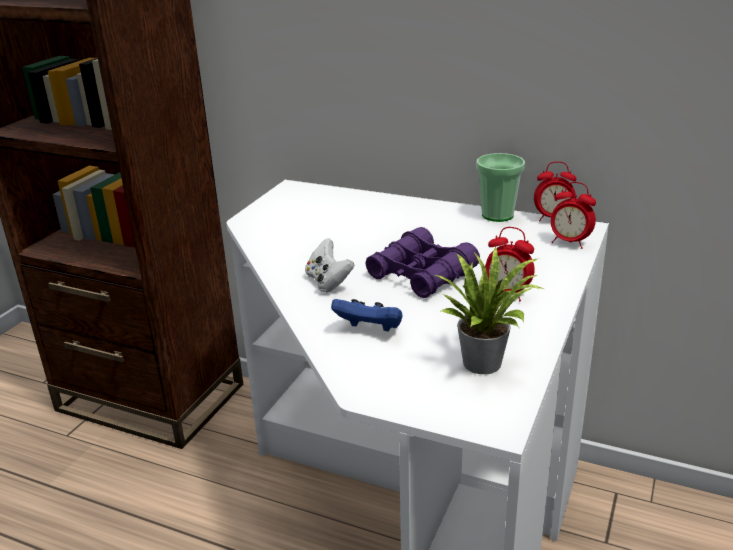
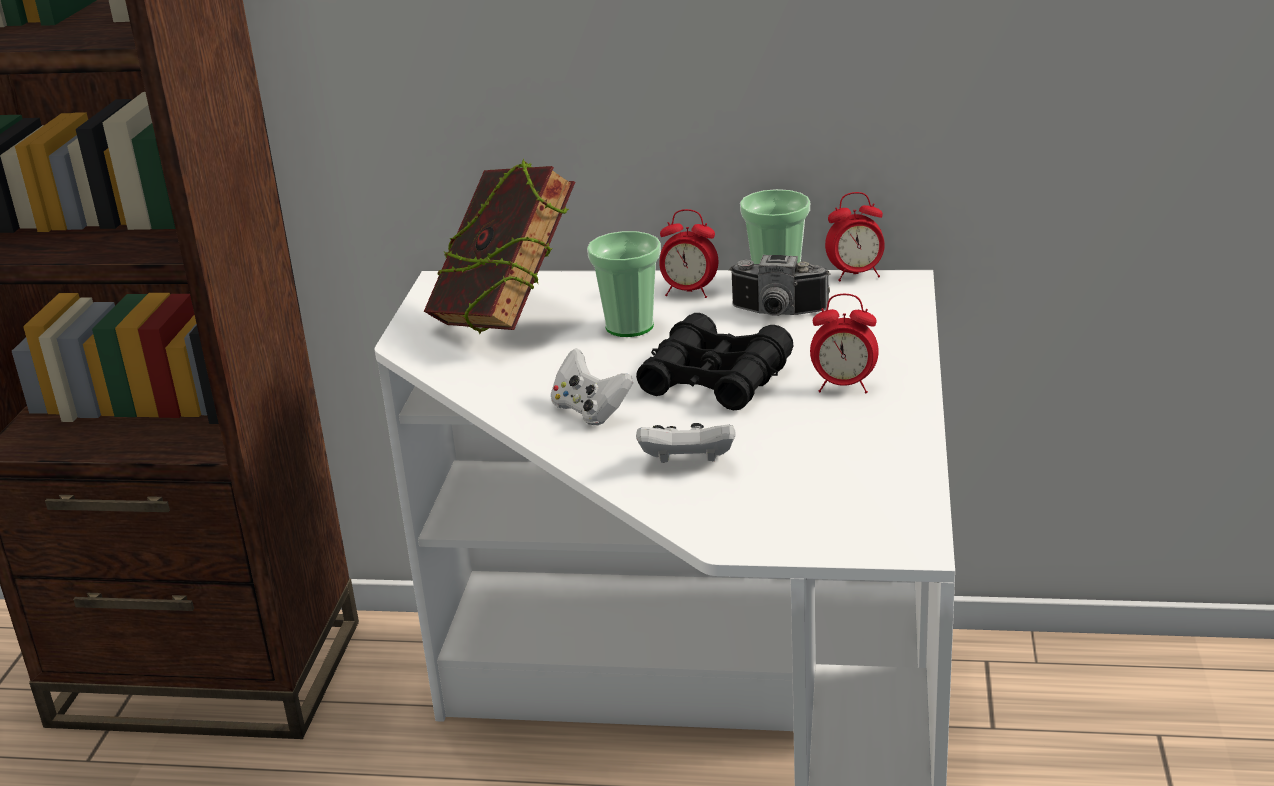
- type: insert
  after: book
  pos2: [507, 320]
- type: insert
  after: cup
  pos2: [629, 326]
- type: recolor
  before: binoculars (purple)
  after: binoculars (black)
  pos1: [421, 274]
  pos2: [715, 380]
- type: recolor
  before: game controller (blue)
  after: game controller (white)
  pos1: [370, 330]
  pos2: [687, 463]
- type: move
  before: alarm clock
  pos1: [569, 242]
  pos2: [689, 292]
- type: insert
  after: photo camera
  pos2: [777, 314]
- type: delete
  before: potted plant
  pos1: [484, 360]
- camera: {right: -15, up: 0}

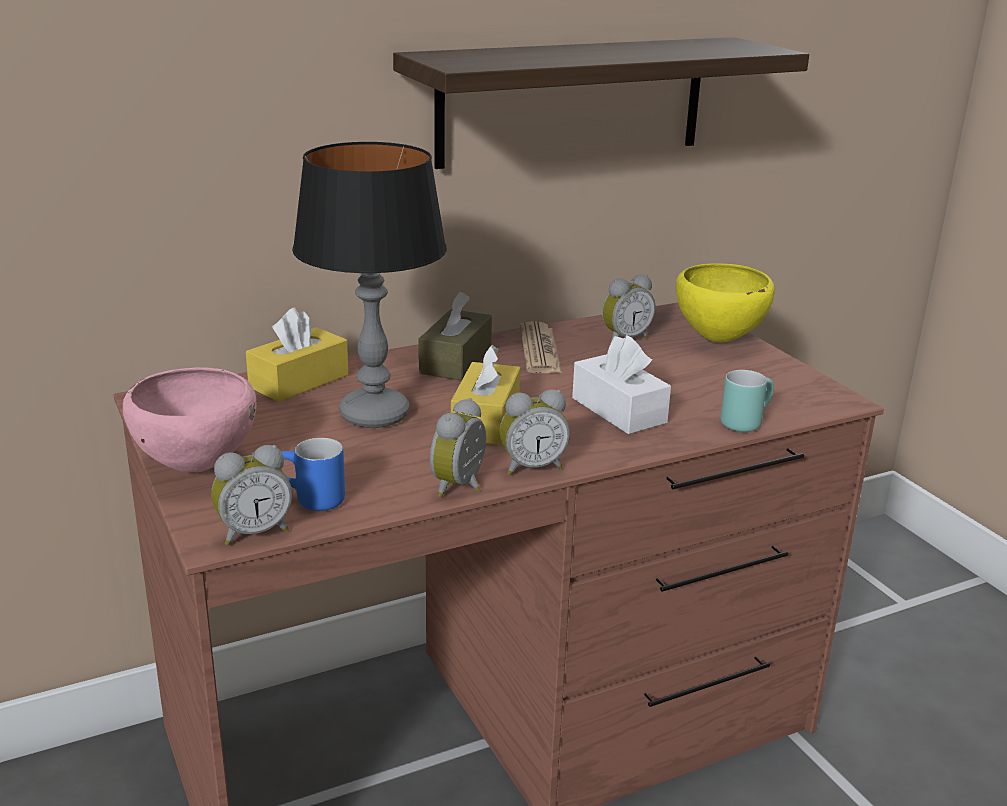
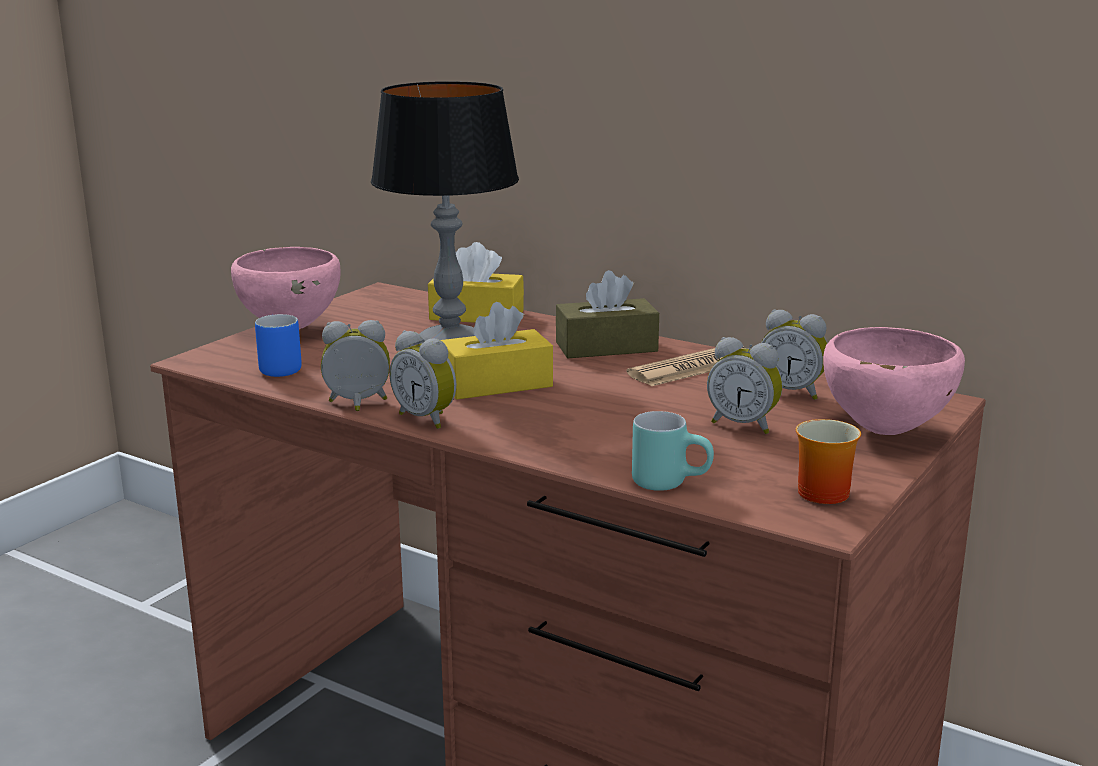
- type: move
  before: alarm clock
  pos1: [253, 532]
  pos2: [744, 425]
- type: insert
  after: mug
  pos2: [821, 490]
- type: recolor
  before: bowl (yellow)
  after: bowl (pink)
  pos1: [719, 340]
  pos2: [885, 432]
- type: delete
  before: shelf
  pos1: [573, 101]
- type: delete
  before: tissue box (white)
  pos1: [618, 410]
- camera: {right: 60, up: -5}

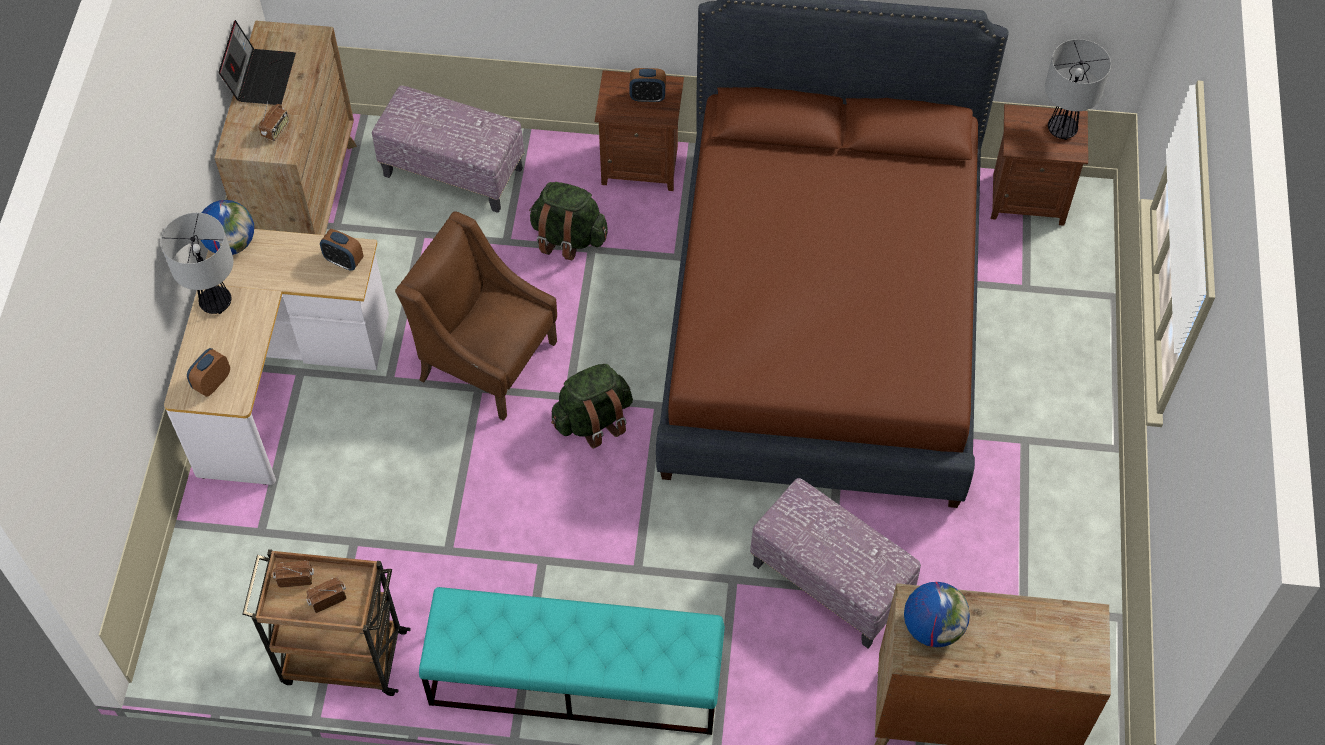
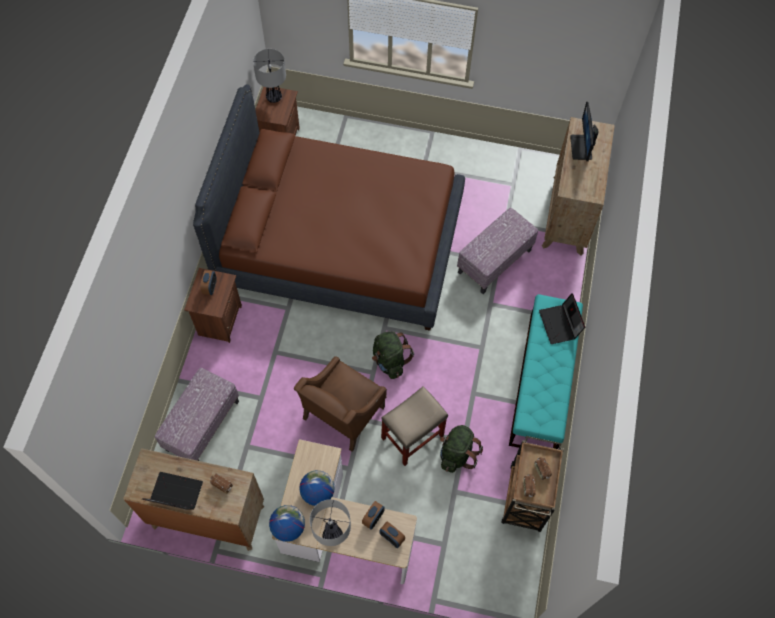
- type: move
  before: globe
  pos1: [932, 627]
  pos2: [317, 492]
- type: move
  before: alarm clock
  pos1: [344, 261]
  pos2: [373, 518]
- type: insert
  after: stool (beige)
  pos2: [413, 436]
- type: move
  before: backpack (green)
  pos1: [568, 237]
  pos2: [457, 454]
- type: insert
  after: laptop
  pos2: [560, 325]
- type: insert
  after: monitor
  pos2: [581, 147]
- camera: {right: -85, up: 5}

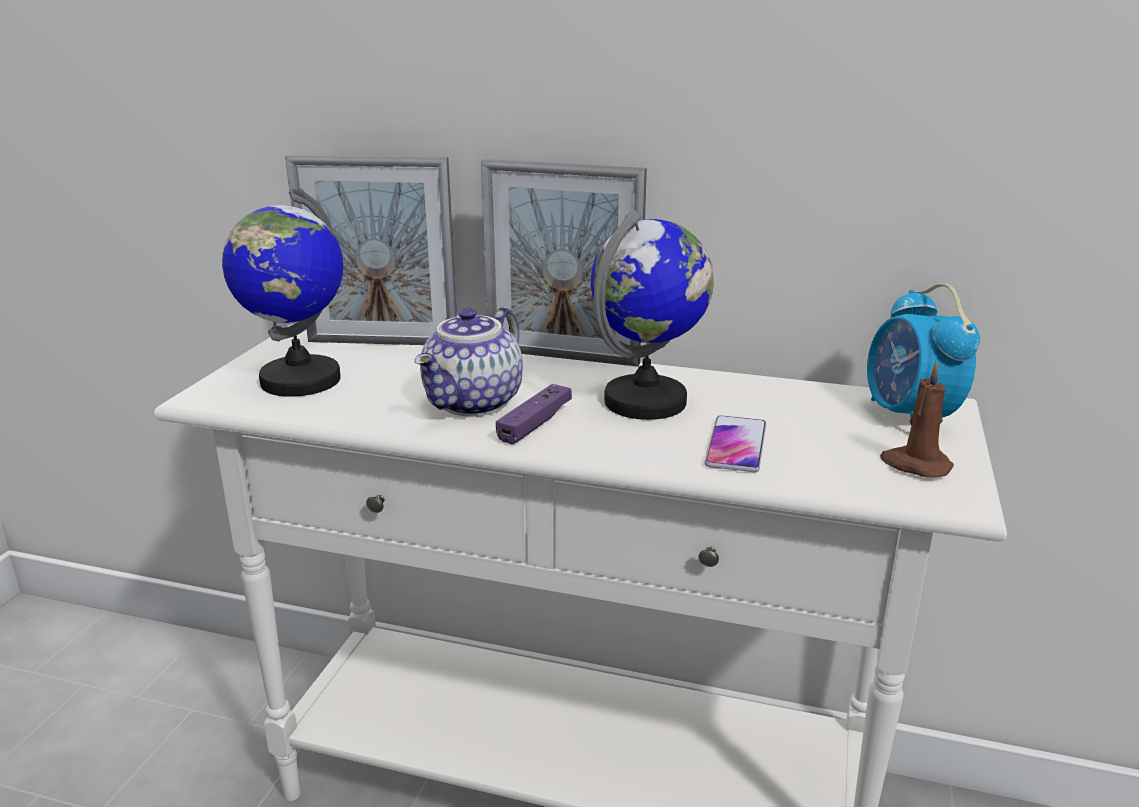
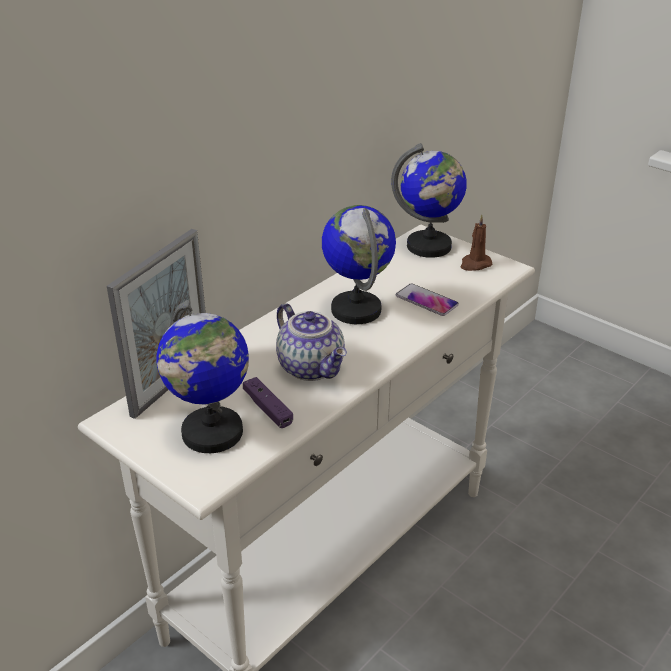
- type: move
  before: game controller (purple)
  pos1: [535, 423]
  pos2: [267, 408]
- type: replace
  before: alarm clock
  after: globe
  pos1: [909, 417]
  pos2: [429, 247]
- type: delete
  before: picture frame
  pos1: [562, 356]
- camera: {right: -65, up: 10}

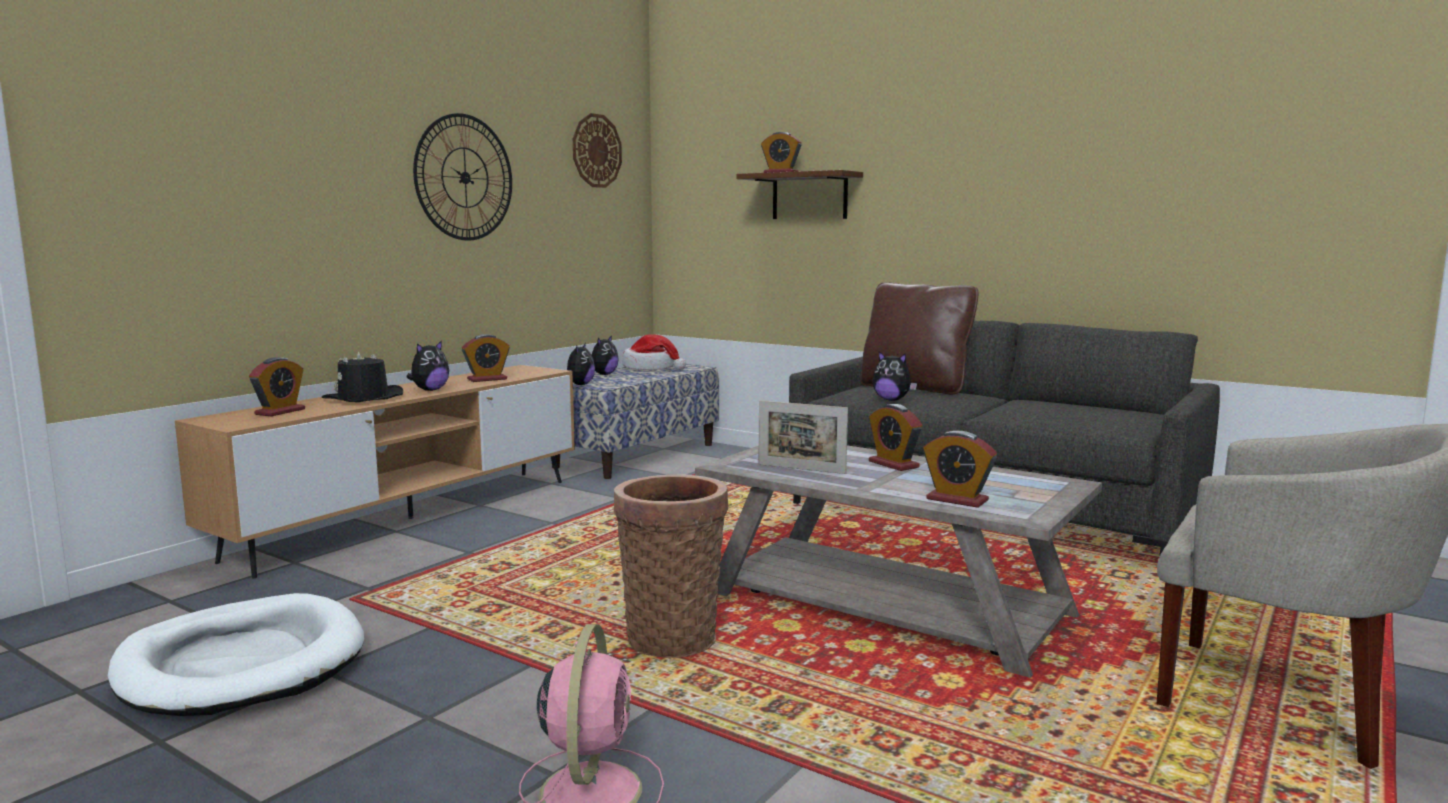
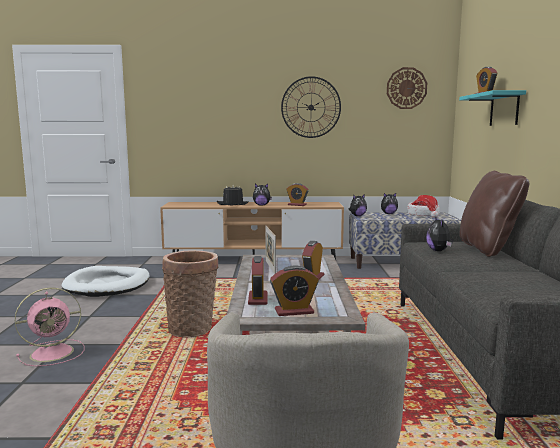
- type: move
  before: alarm clock
  pos1: [280, 412]
  pos2: [294, 311]
- type: recolor
  before: shelf (brown)
  after: shelf (turquoise)
  pos1: [809, 196]
  pos2: [504, 109]
- camera: {right: 55, up: 0}

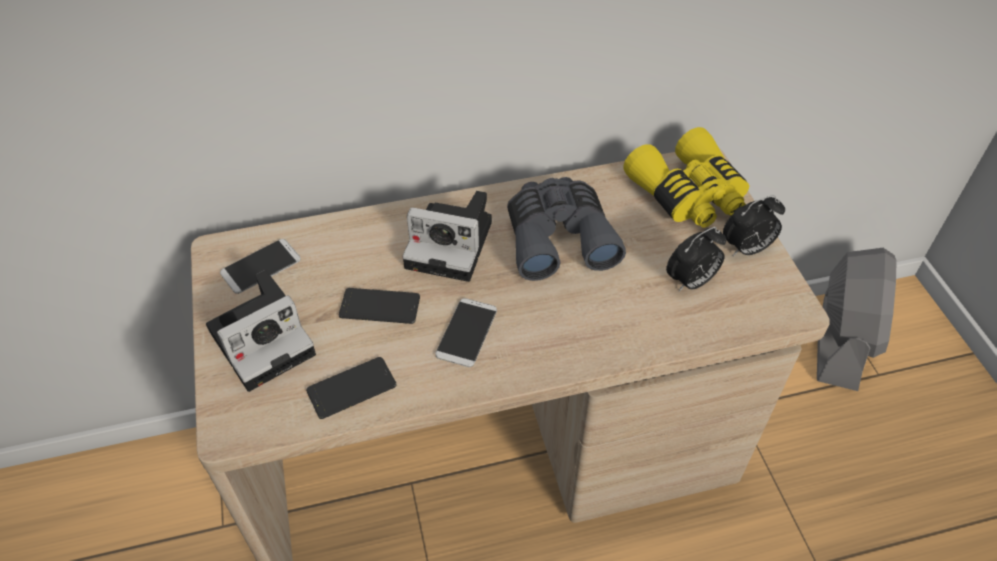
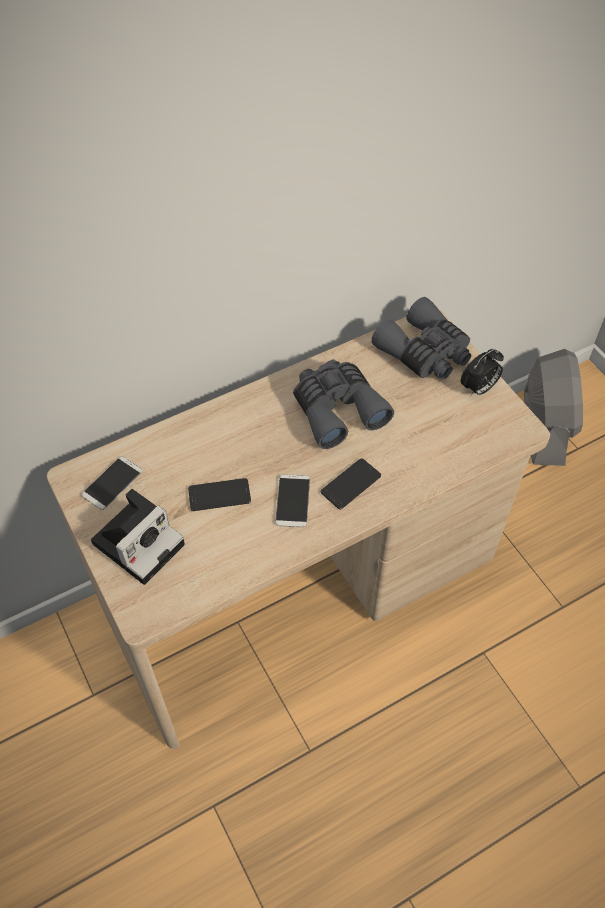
- type: move
  before: phone
  pos1: [351, 388]
  pos2: [350, 484]
- type: recolor
  before: binoculars (yellow)
  after: binoculars (grey)
  pos1: [689, 195]
  pos2: [425, 352]
- type: delete
  before: photo camera
  pos1: [453, 244]
- type: delete
  before: alarm clock
  pos1: [690, 282]
- camera: {right: -15, up: 5}

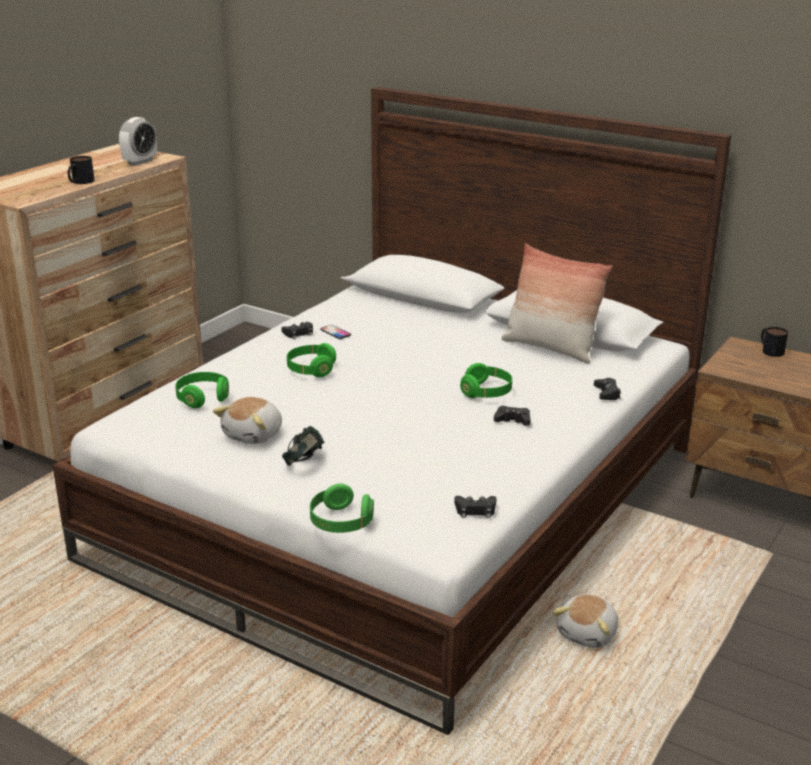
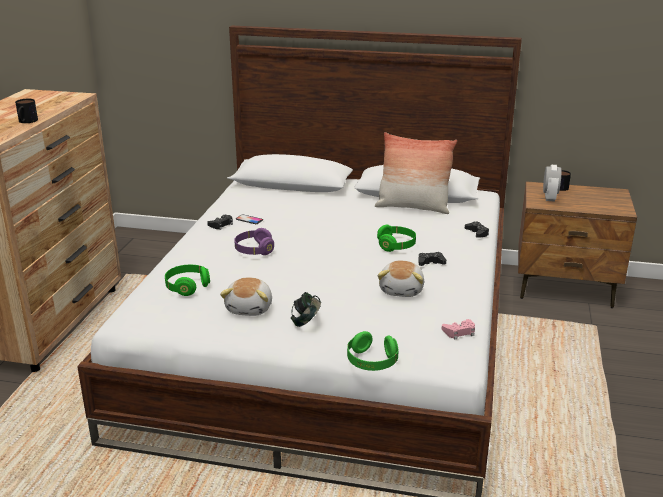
- type: recolor
  before: headphones (green)
  after: headphones (purple)
  pos1: [311, 369]
  pos2: [254, 250]
- type: move
  before: plush toy
  pos1: [588, 634]
  pos2: [402, 290]
- type: recolor
  before: game controller (black)
  after: game controller (pink)
  pos1: [475, 510]
  pos2: [459, 332]
- type: move
  before: alarm clock
  pos1: [140, 162]
  pos2: [549, 197]
- camera: {right: -20, up: 0}

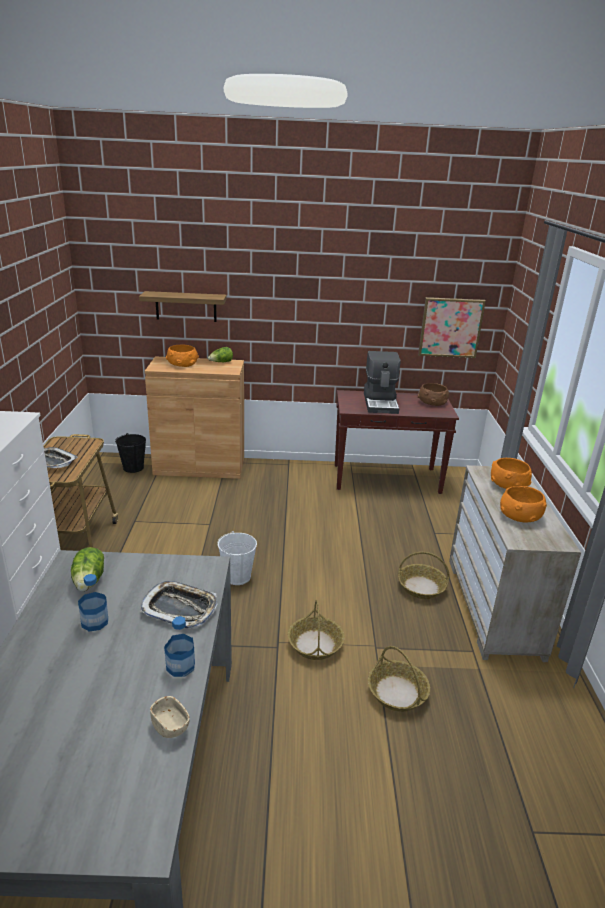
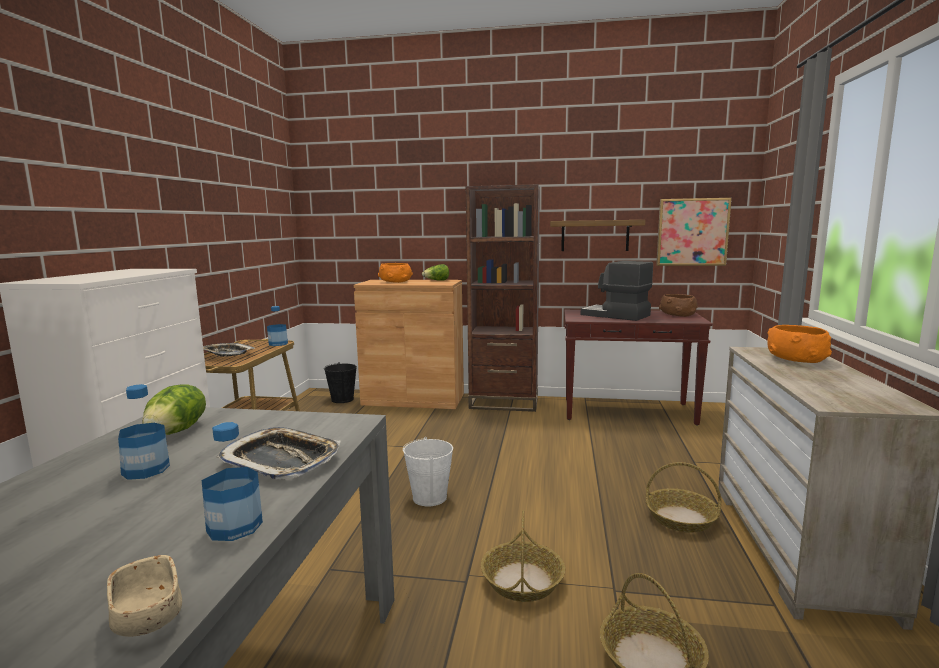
- type: insert
  after: bottle
  pos2: [278, 344]
- type: insert
  after: bookcase (brown)
  pos2: [504, 402]
- type: move
  before: shelf
  pos1: [186, 306]
  pos2: [595, 235]
- type: rotate
  before: coffee machine
  pos1: [381, 403]
  pos2: [615, 315]
  turn: 120
- type: delete
  before: bowl (orange)
  pos1: [520, 515]
- camera: {right: 10, up: -15}

